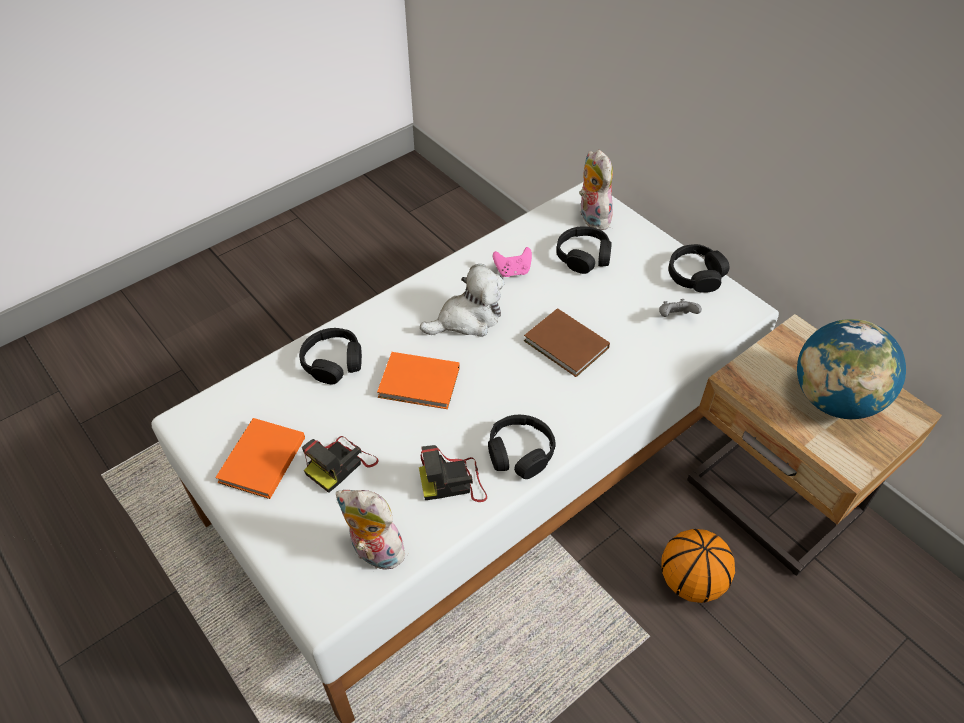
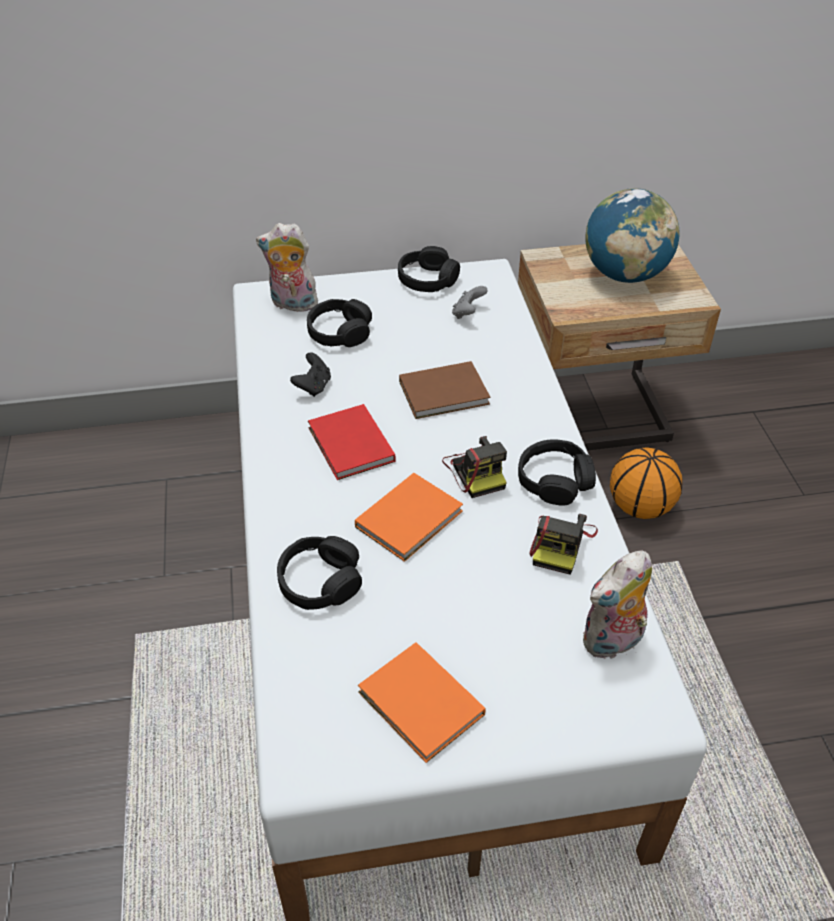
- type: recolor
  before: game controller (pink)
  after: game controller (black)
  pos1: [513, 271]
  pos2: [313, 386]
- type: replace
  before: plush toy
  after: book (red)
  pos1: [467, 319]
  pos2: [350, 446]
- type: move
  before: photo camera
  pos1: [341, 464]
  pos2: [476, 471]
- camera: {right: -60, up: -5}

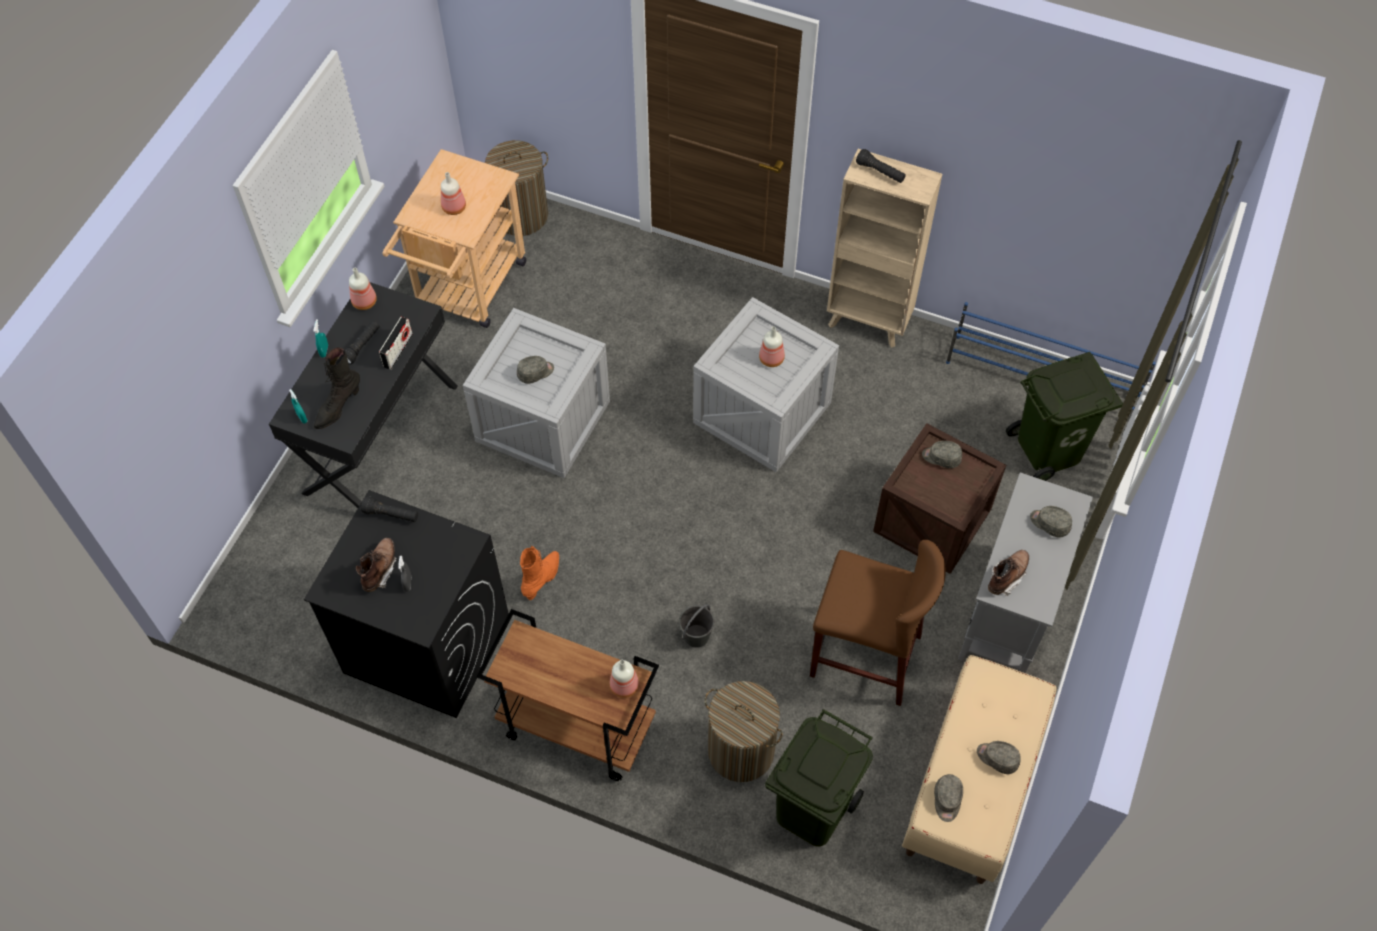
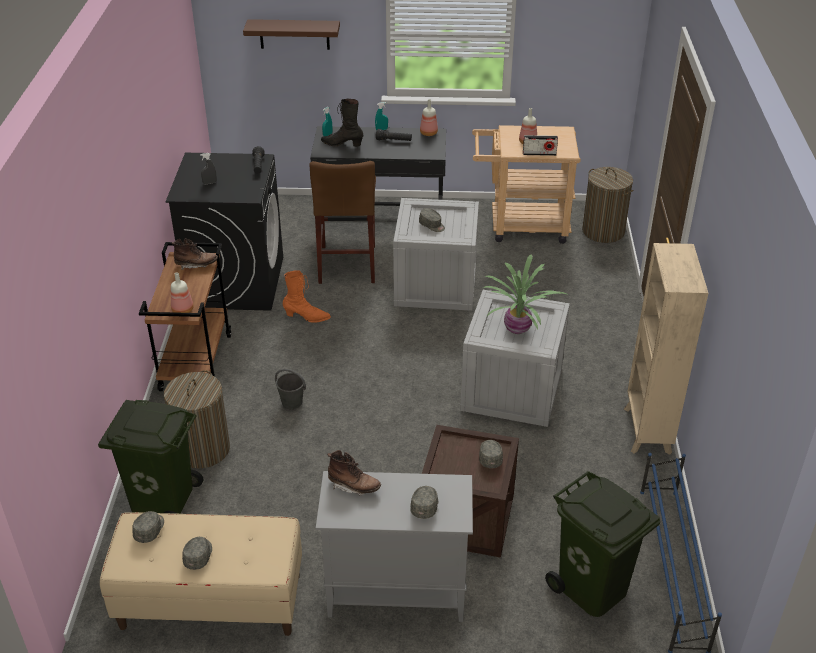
- type: rotate
  before: cap (grey)
  pos1: [947, 800]
  pos2: [150, 530]
  turn: 120
- type: move
  before: boot (brown)
  pos1: [379, 569]
  pos2: [196, 265]
- type: insert
  after: shelf (brown)
  pos2: [294, 34]
- type: move
  before: stool (brown)
  pos1: [865, 656]
  pos2: [347, 264]
- type: replace
  before: bottle
  after: potted plant
  pos1: [772, 358]
  pos2: [519, 329]
- type: move
  before: radio
  pos1: [398, 351]
  pos2: [539, 153]
- type: delete
  before: flashlight (black)
  pos1: [880, 172]
- camera: {right: 70, up: -20}

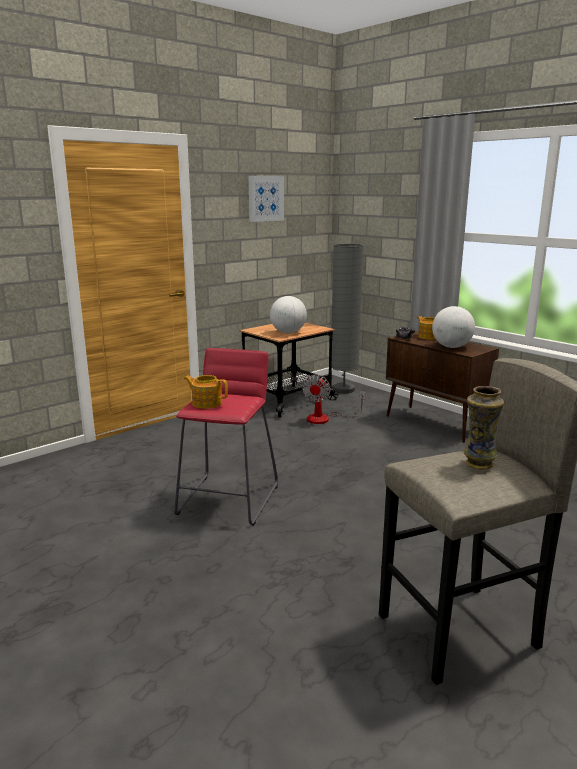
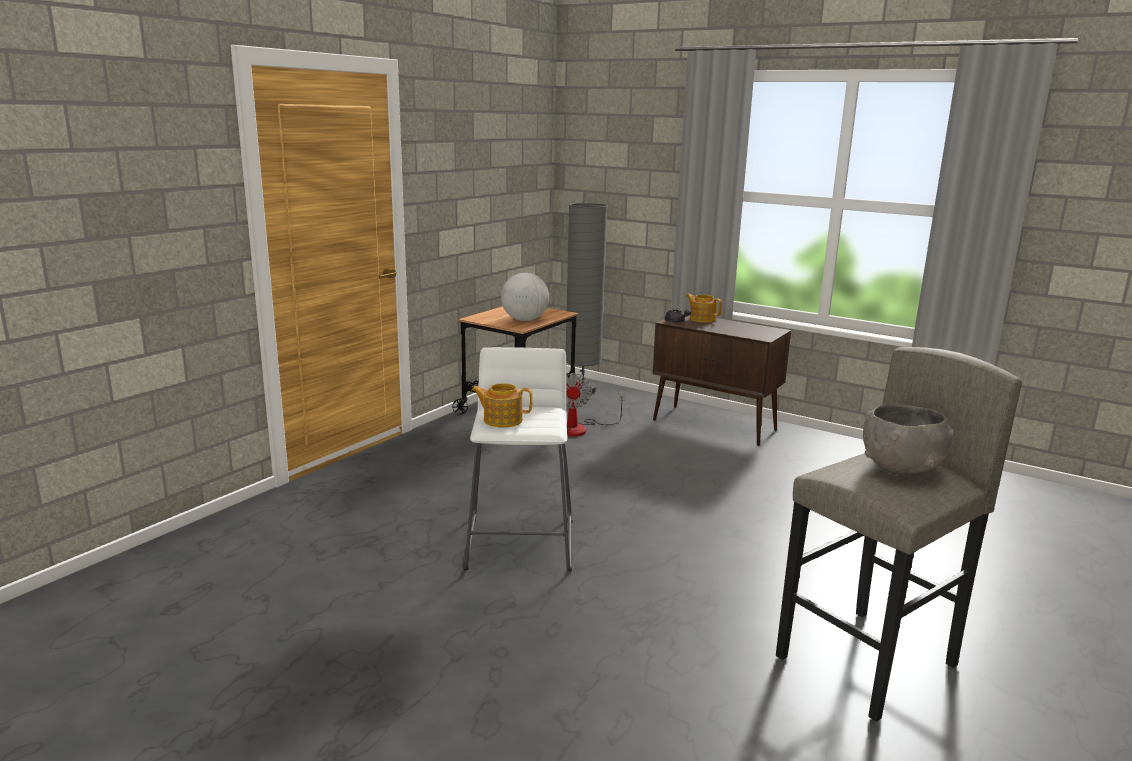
- type: recolor
  before: stool (red)
  after: stool (white)
  pos1: [228, 499]
  pos2: [520, 542]
- type: replace
  before: vase
  after: bowl (grey)
  pos1: [478, 464]
  pos2: [900, 468]
- type: delete
  before: picture
  pos1: [265, 198]
- type: delete
  before: globe
  pos1: [451, 347]
- camera: {right: -15, up: 0}

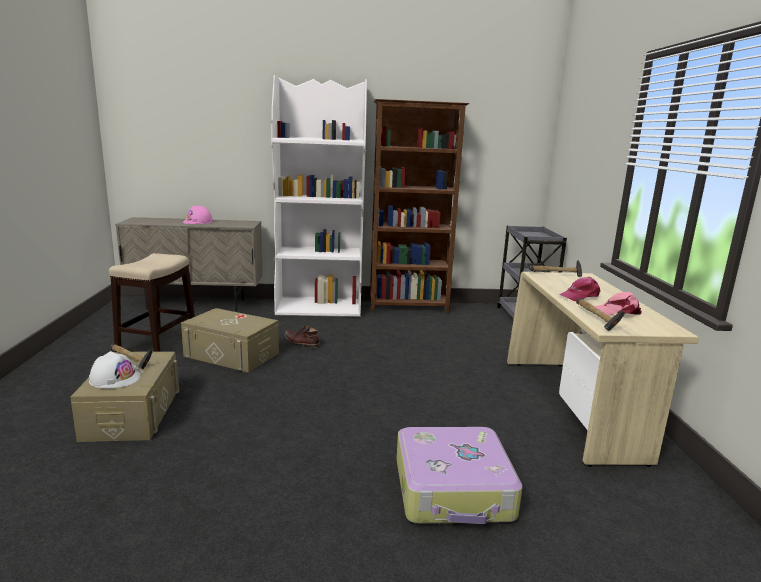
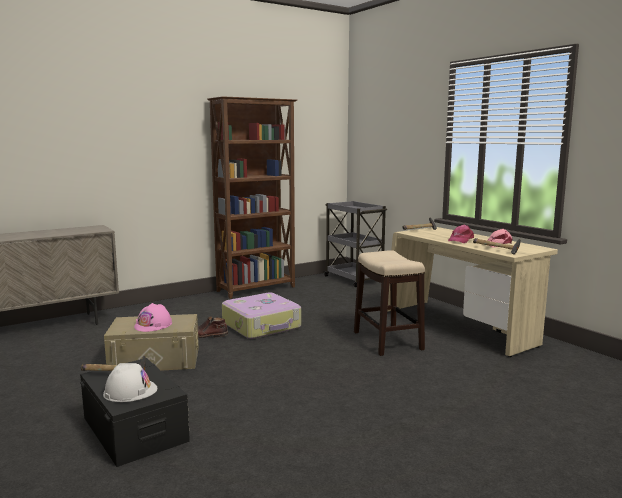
- type: recolor
  before: storage box (beige)
  after: storage box (black)
  pos1: [132, 413]
  pos2: [134, 429]
- type: move
  before: hard hat (pink)
  pos1: [198, 222]
  pos2: [153, 325]
- type: move
  before: suitcase
  pos1: [454, 490]
  pos2: [262, 325]
- type: move
  before: stool
  pos1: [158, 343]
  pos2: [387, 340]
- type: delete
  before: bookcase (white)
  pos1: [320, 308]
- camera: {right: -30, up: -5}

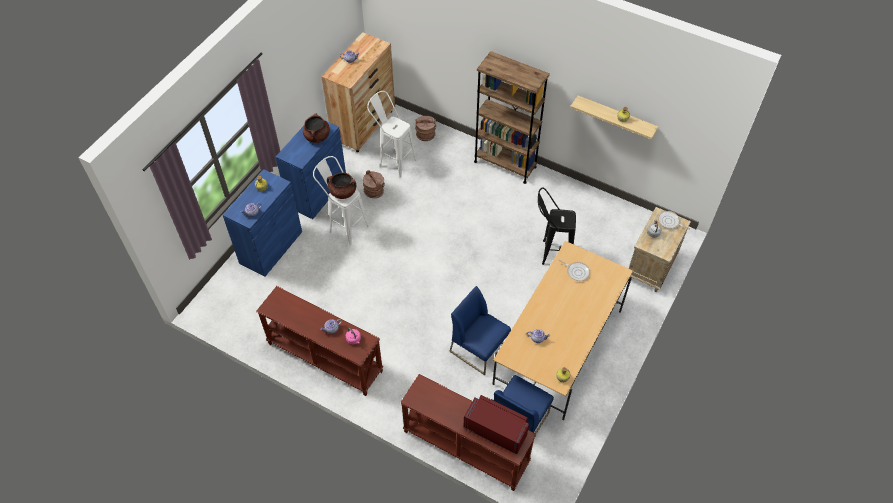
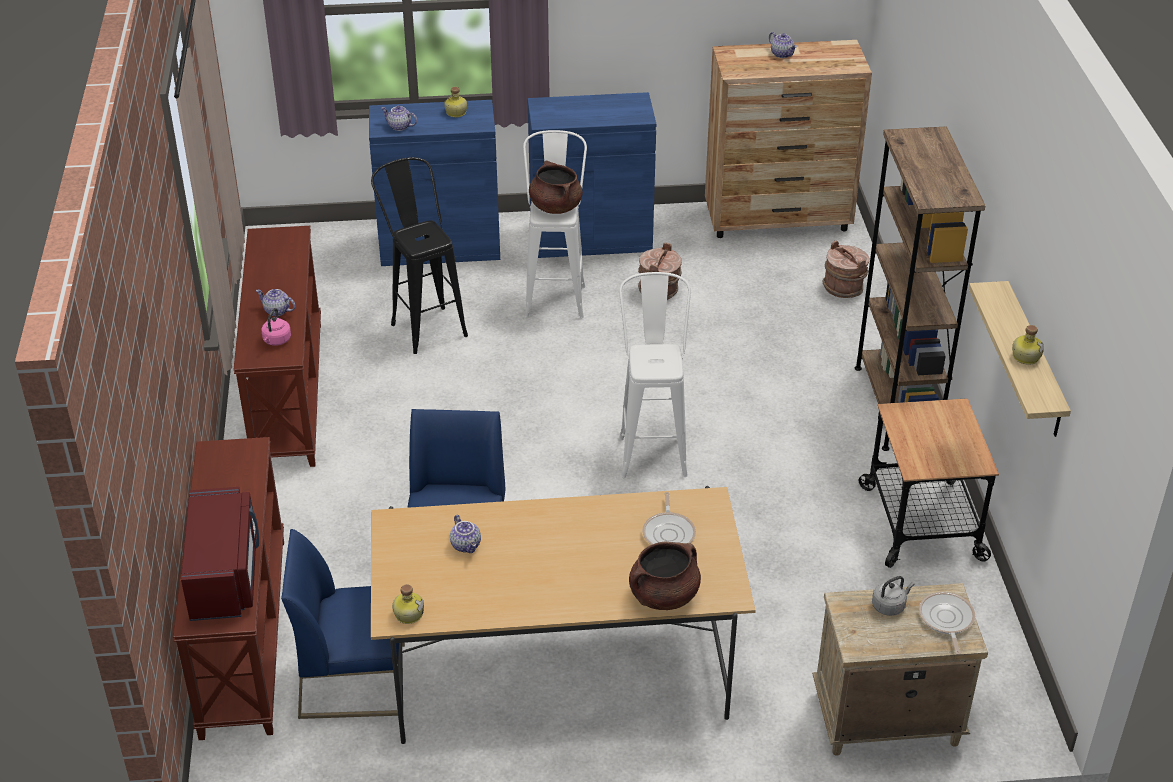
- type: move
  before: stool (black)
  pos1: [550, 253]
  pos2: [424, 324]
- type: move
  before: stool (white)
  pos1: [393, 161]
  pos2: [652, 448]
- type: move
  before: cooking pot (brown)
  pos1: [317, 136]
  pos2: [663, 596]
- type: insert
  after: cart
  pos2: [923, 523]
- camera: {right: 55, up: -15}

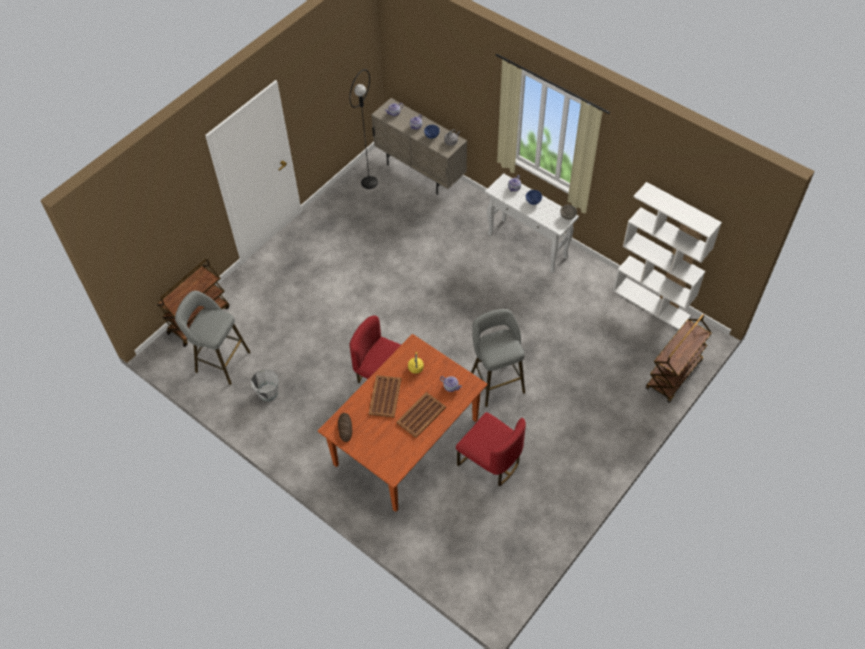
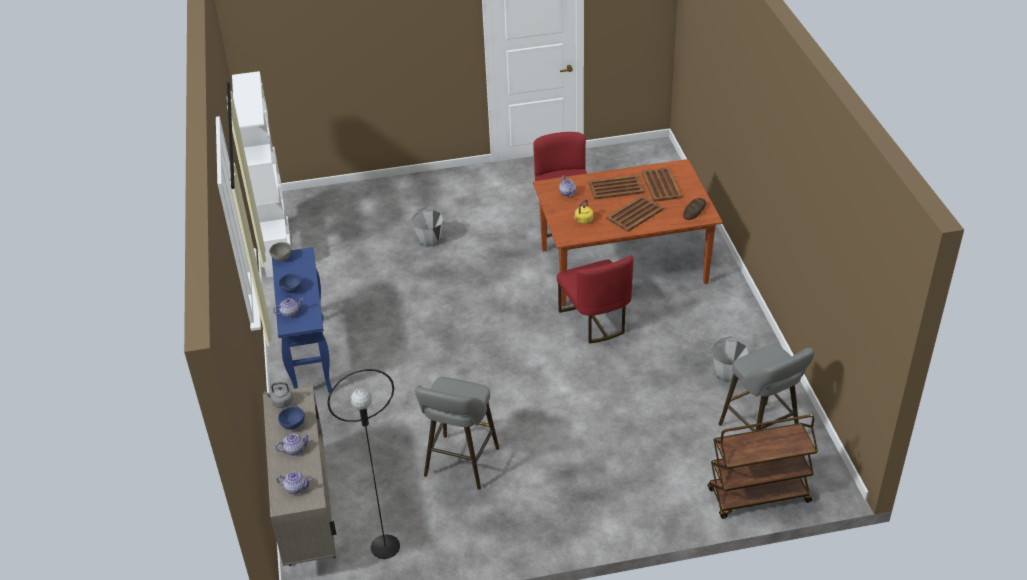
- type: recolor
  before: console table (white)
  after: console table (blue)
  pos1: [528, 246]
  pos2: [309, 356]
- type: insert
  after: bucket (grey)
  pos2: [429, 240]
- type: move
  before: stool (grey)
  pos1: [496, 381]
  pos2: [460, 465]
- type: insert
  after: tray (brown)
  pos2: [661, 185]
- type: delete
  before: cart (brown)
  pos1: [674, 375]
- camera: {right: -140, up: -15}

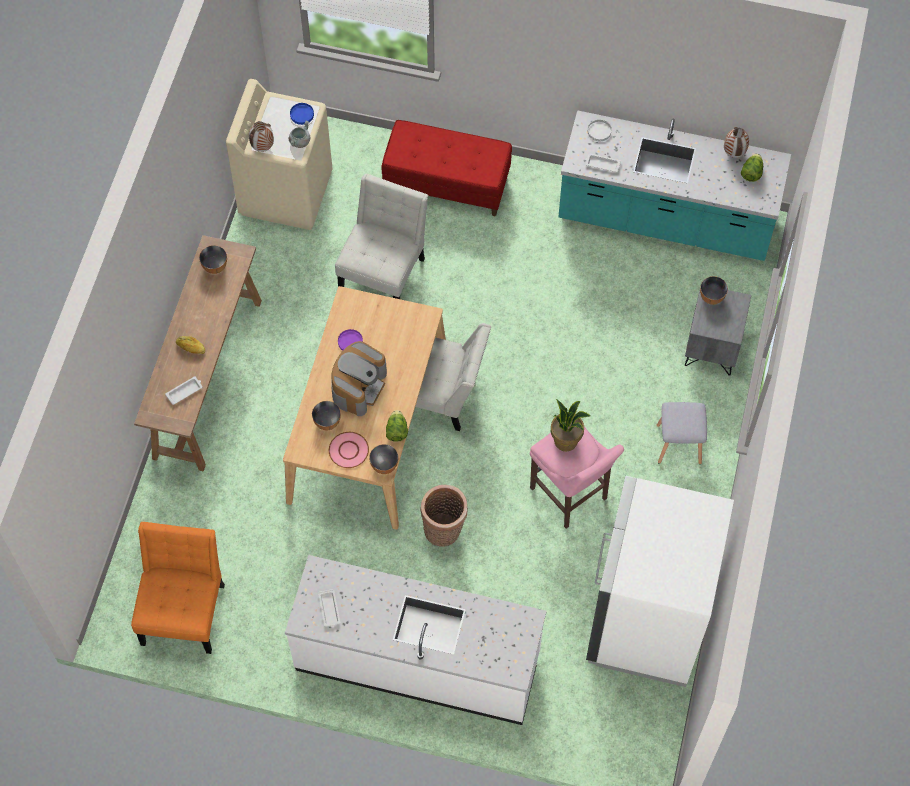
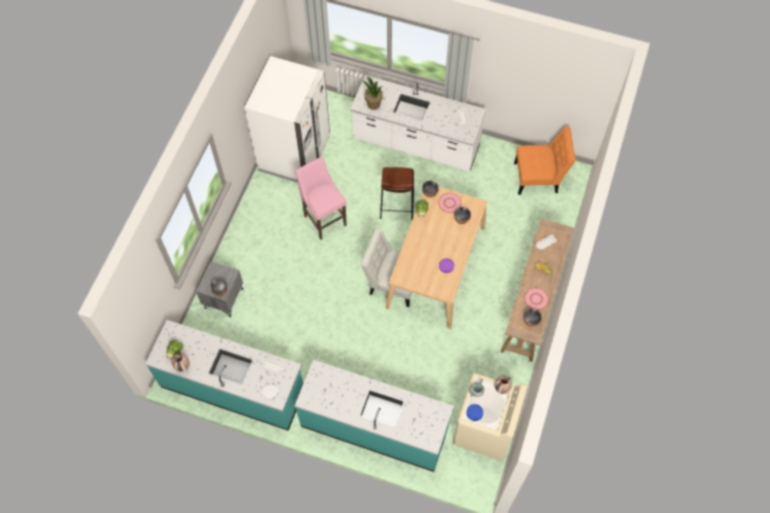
- type: replace
  before: bench (red)
  after: counter (turquoise)
  pos1: [447, 184]
  pos2: [374, 427]
- type: move
  before: potted plant
  pos1: [566, 440]
  pos2: [373, 104]
- type: replace
  before: basket
  after: stool (brown)
  pos1: [444, 531]
  pos2: [396, 206]
- type: rotate
  before: chair (orange)
  pos1: [184, 608]
  pos2: [539, 177]
  turn: -105
- type: insert
  after: plate (pink)
  pos2: [536, 299]
- type: delete
  before: coffee machine
  pos1: [358, 386]
- type: delete
  before: chair (white)
  pos1: [384, 270]
- type: delete
  before: stool (grey)
  pos1: [679, 445]
- camera: {right: -175, up: 0}

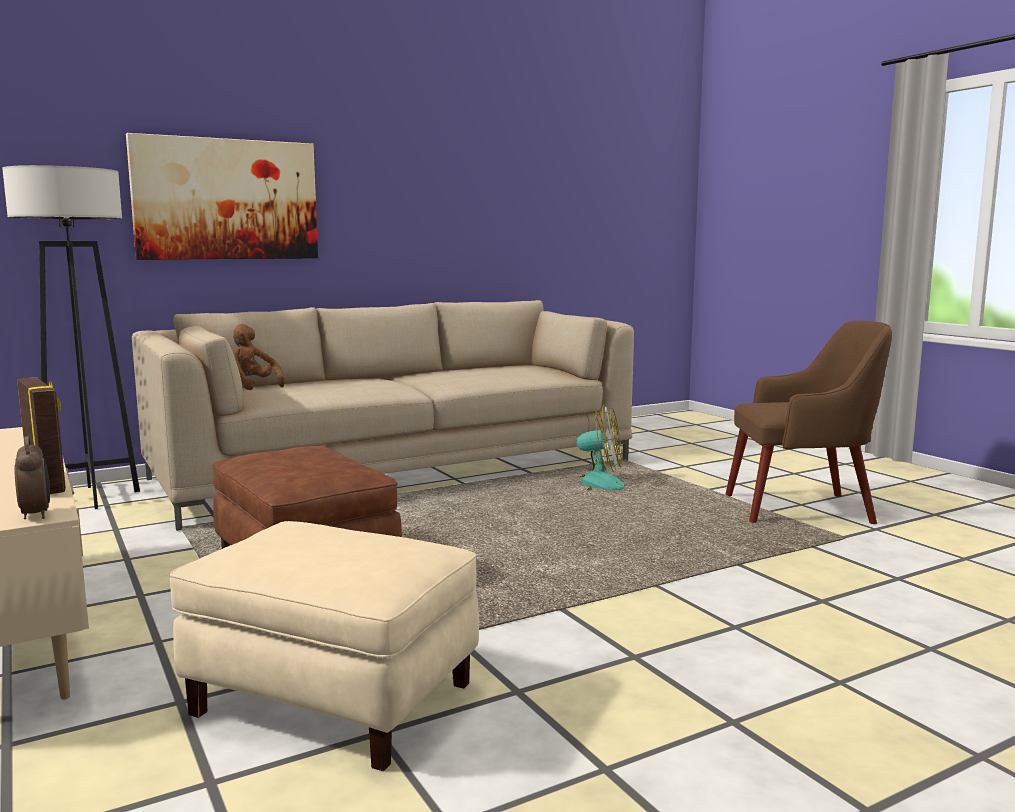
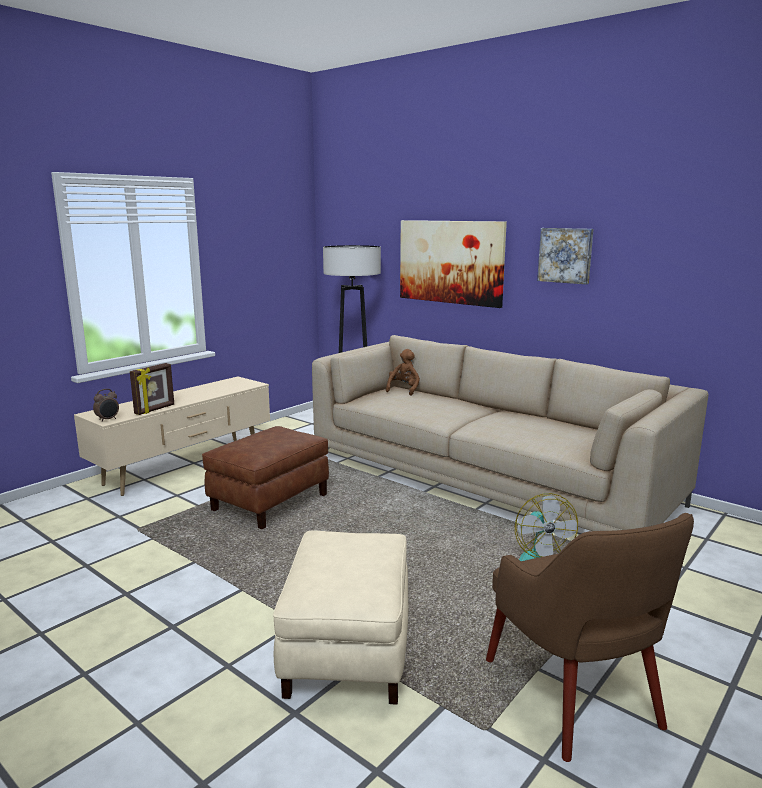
- type: move
  before: ottoman (beige)
  pos1: [331, 699]
  pos2: [347, 650]
- type: insert
  after: picture
  pos2: [565, 255]
- camera: {right: 70, up: 5}

